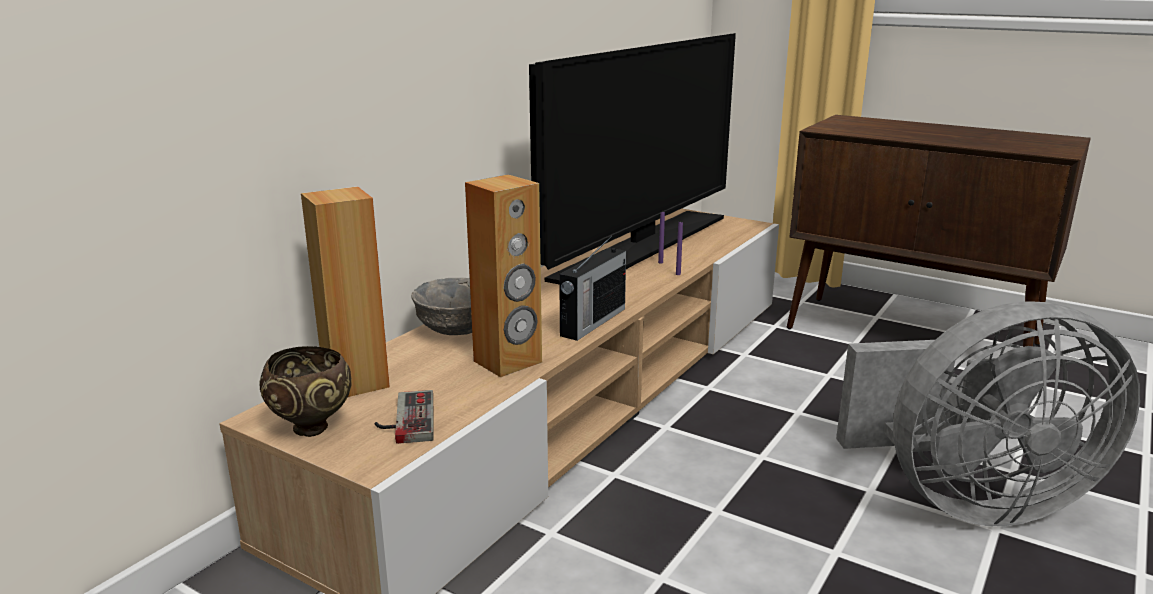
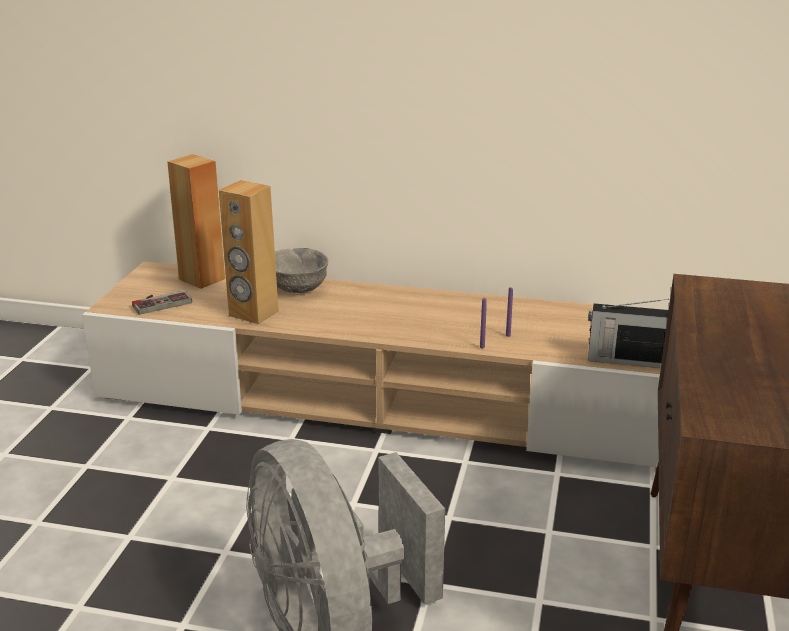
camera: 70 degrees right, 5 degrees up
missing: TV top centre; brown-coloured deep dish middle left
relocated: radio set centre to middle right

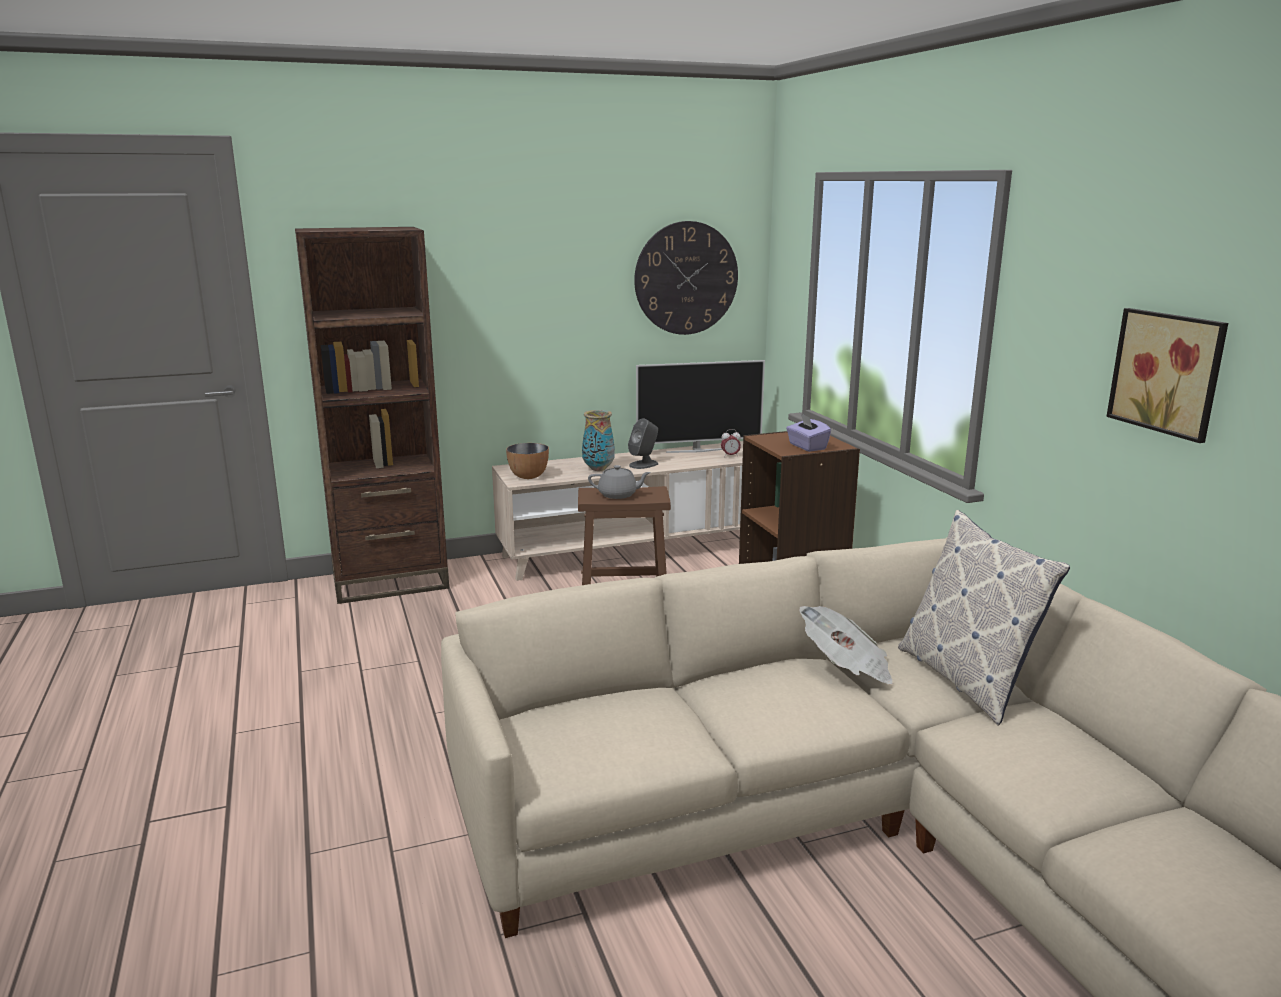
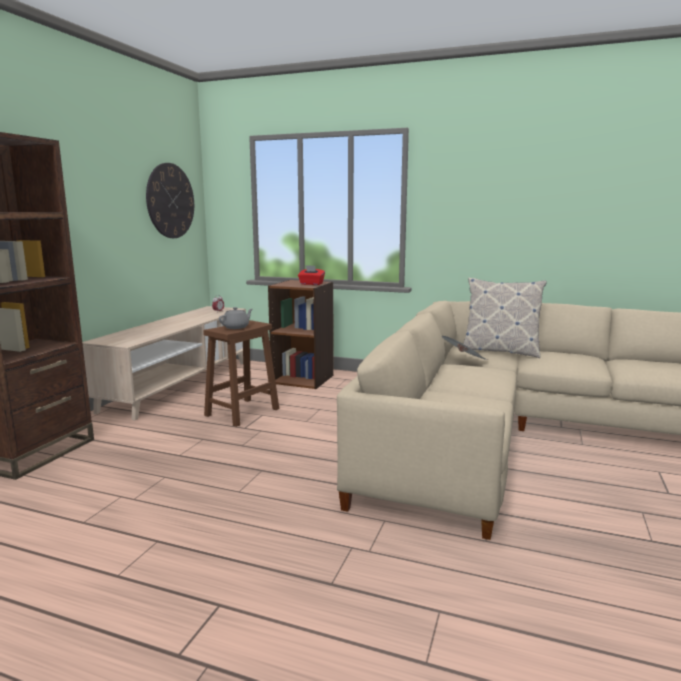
camera: 50 degrees left, 5 degrees down
missing: picture middle right; TV centre; vase centre; gray speaker centre; deep dish centre
colour: purple-coloured box of tissues centre to red-coloured box of tissues centre

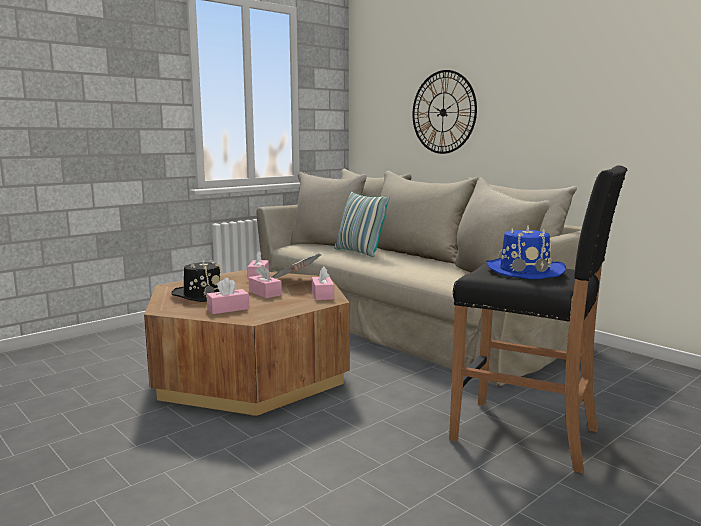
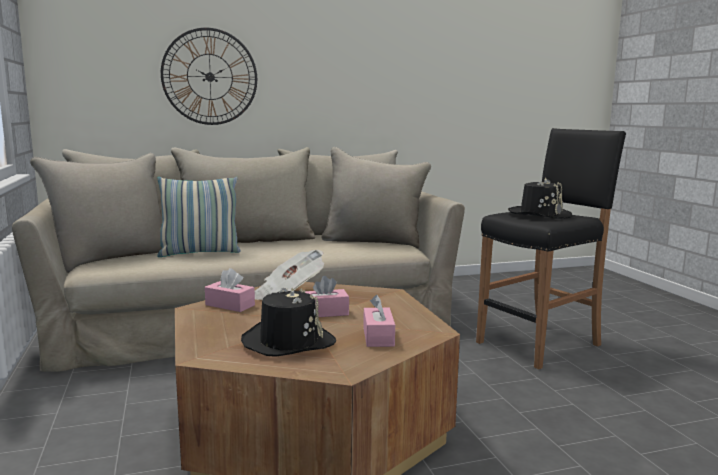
camera: 65 degrees left, 0 degrees up
missing: pink-coloured box of tissues (no. 4 from left) centre
colour: blue hat middle right to blackish hat (no. 2 from left) middle right

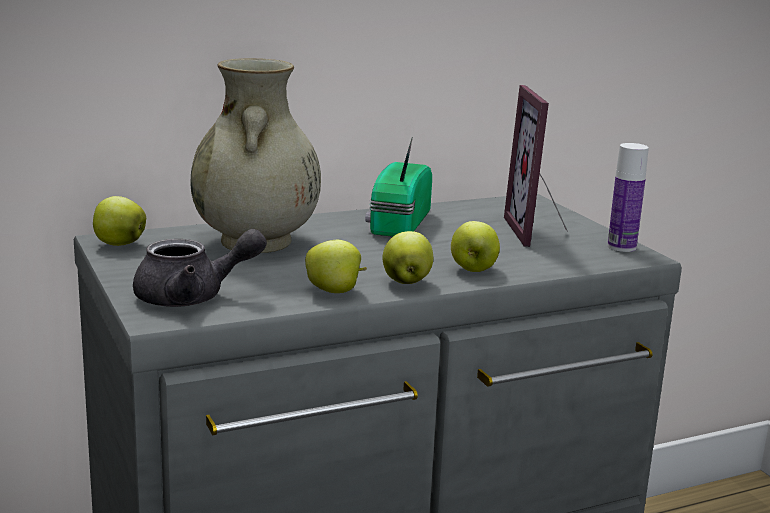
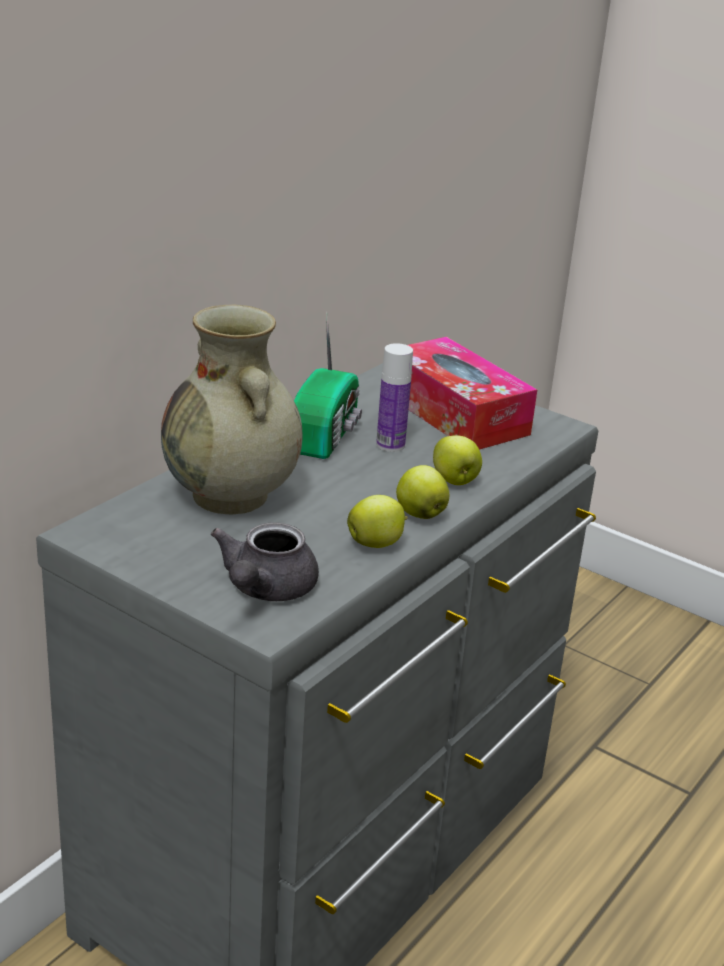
camera: 30 degrees left, 10 degrees up
missing: apple fruit (no. 1 from left) middle left
relocated: beverage bottle middle right to centre
exchanged: standing frame top right to box of tissues centre
spun: radio set centre = centre 150 degrees counterclockwise; gray teapot middle left = centre 150 degrees clockwise

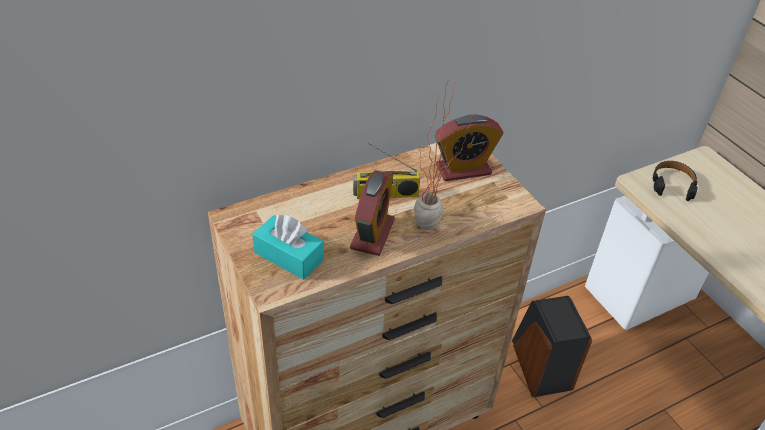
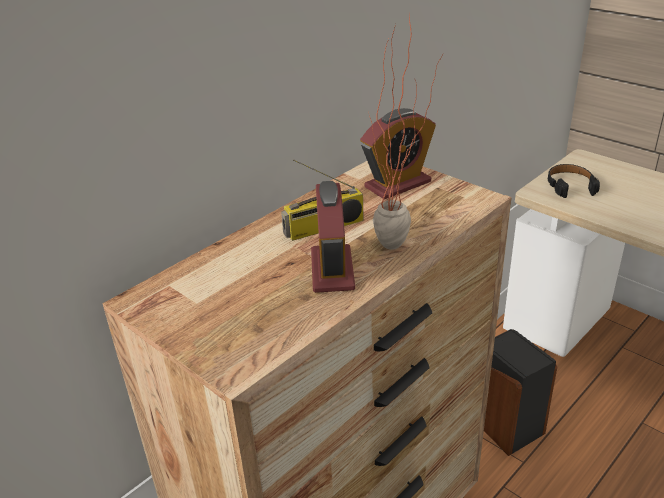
camera: 15 degrees left, 10 degrees down
missing: turquoise box of tissues centre

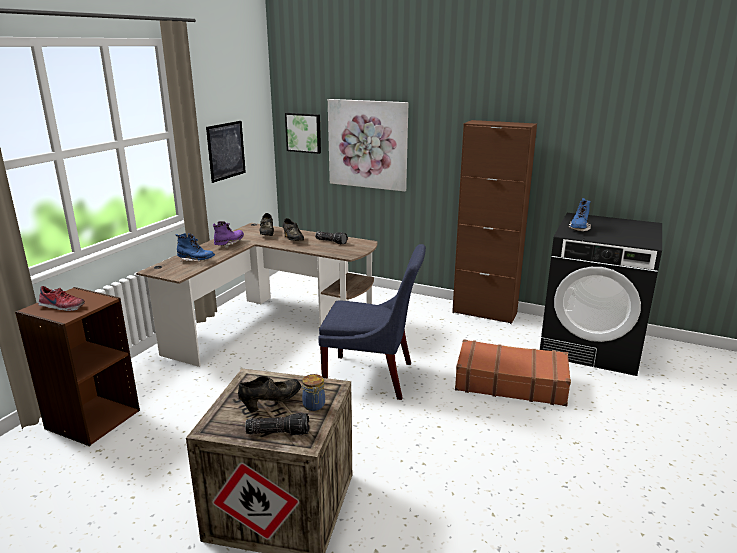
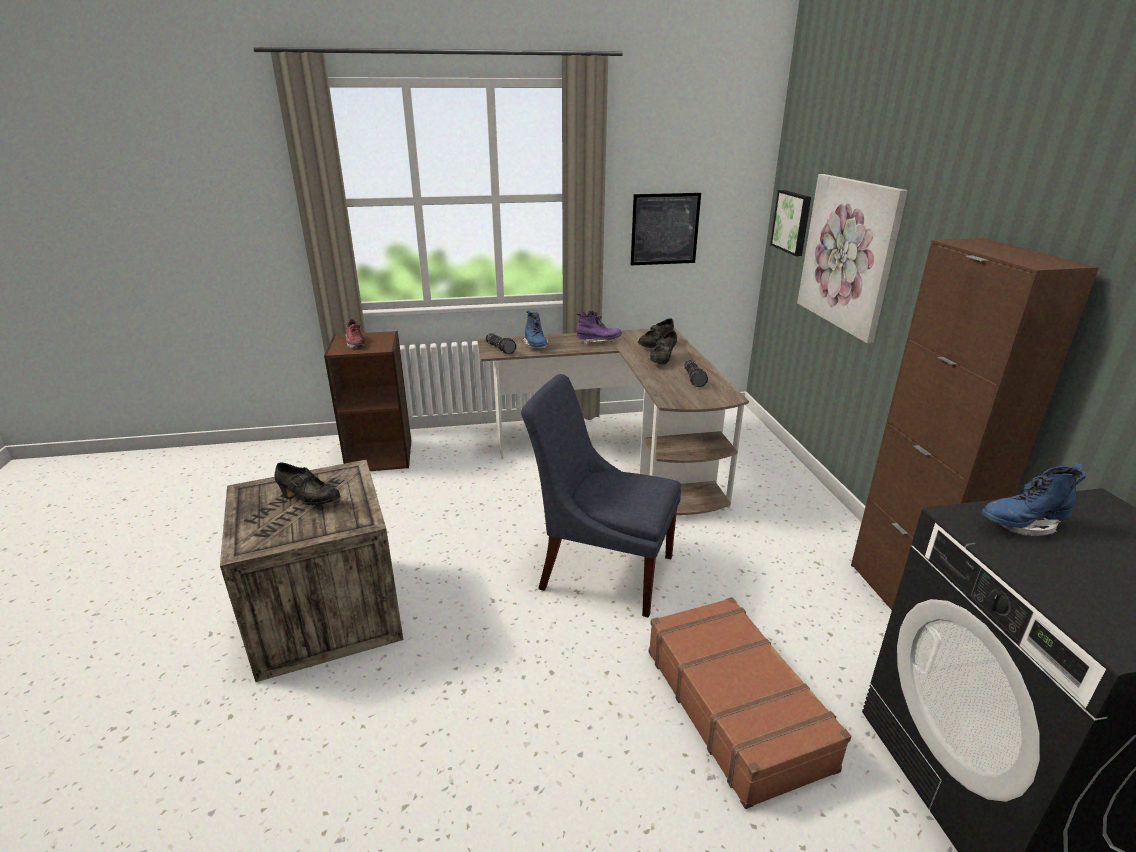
camera: 55 degrees right, 5 degrees up
missing: jar bottom centre
relocated: torch (no. 1 from left) bottom centre to centre
spun: blue chair centre = centre 135 degrees clockwise

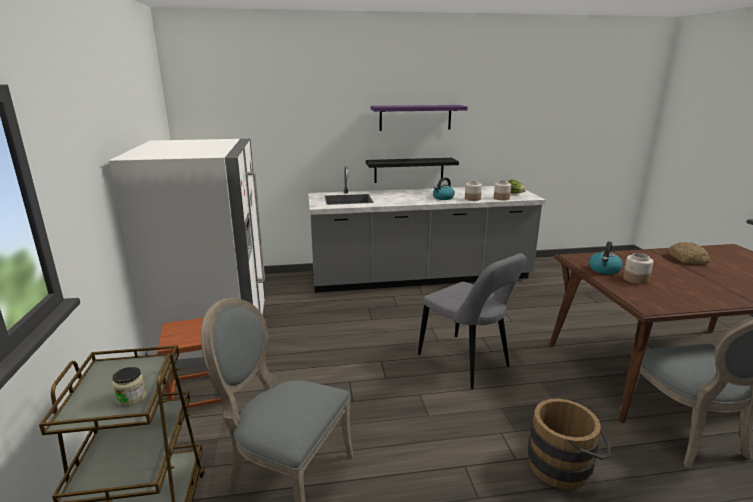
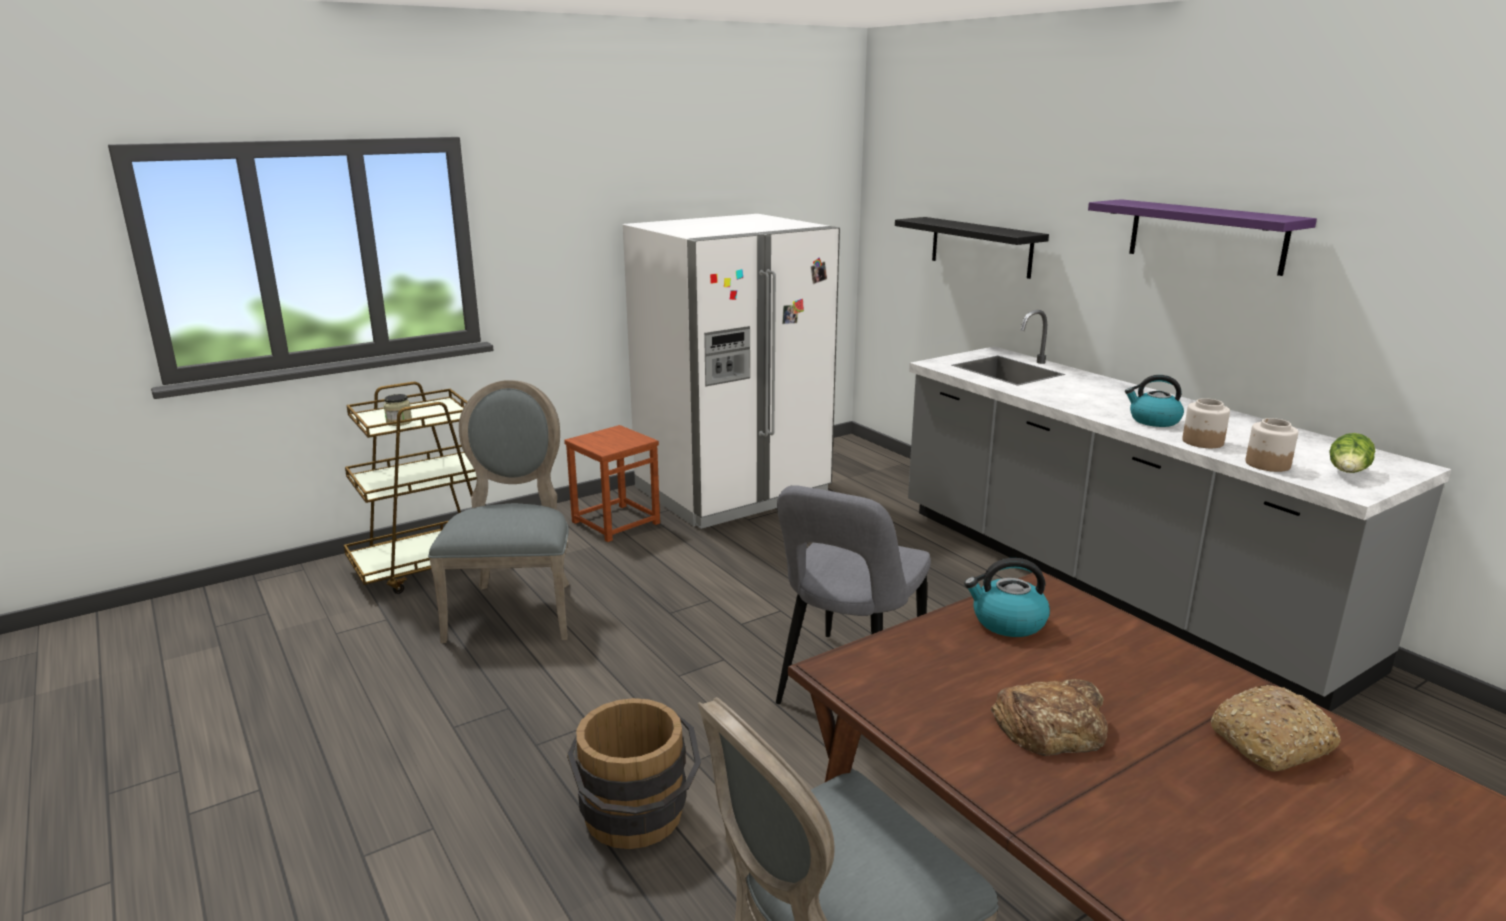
camera: 65 degrees right, 0 degrees up
missing: jar (no. 4 from left) middle right
appeared: baked bread (no. 1 from left) bottom right
relocated: blackish shelf centre to top centre

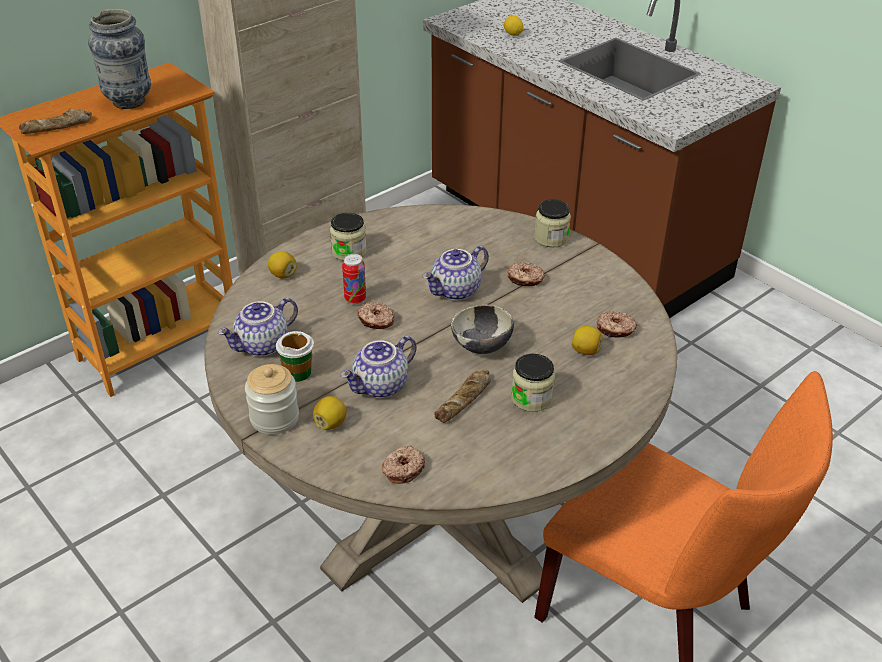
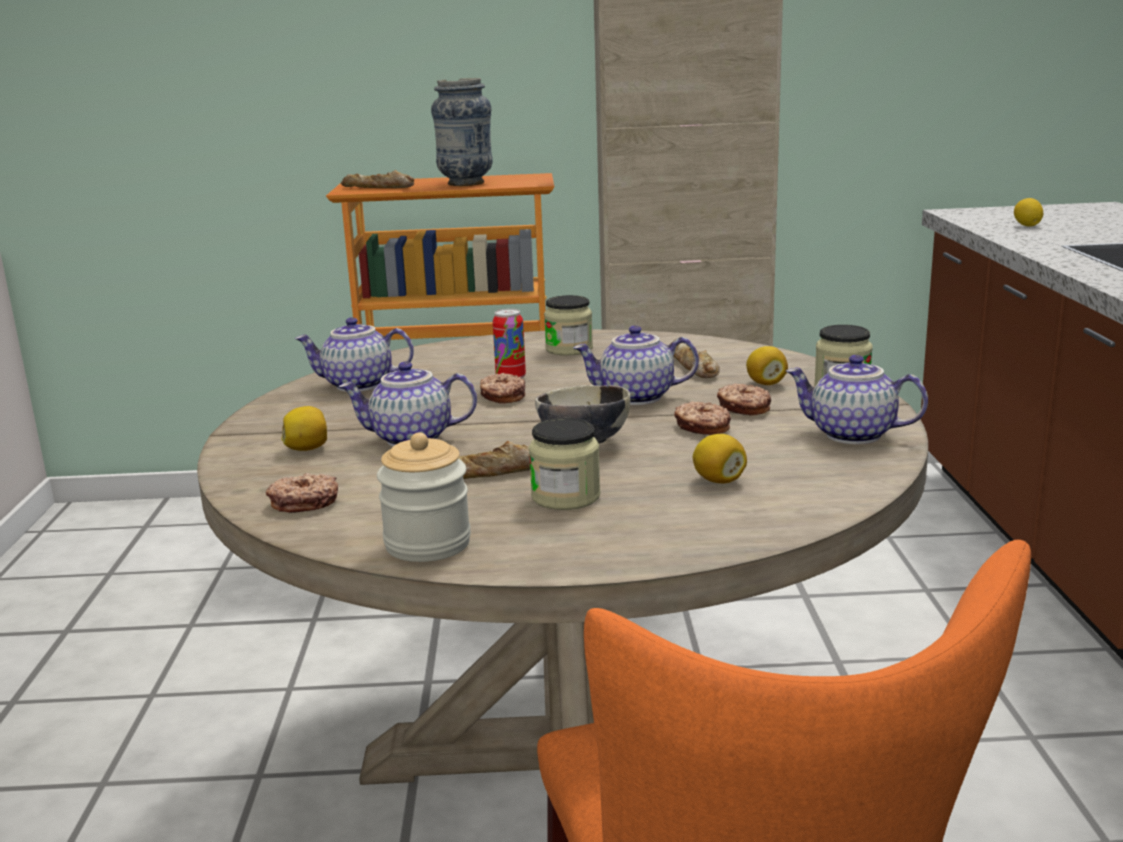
camera: 40 degrees right, 20 degrees down
missing: small cup centre
appeared: baked bread (no. 3 from left) centre; teapot (no. 4 from left) middle right
relocated: whole lemon (no. 1 from left in the first image) middle left to whole lemon (no. 3 from left) middle right; doughnut (no. 4 from left in the first image) middle right to doughnut (no. 3 from left) centre; jar (no. 1 from left) middle left to centre

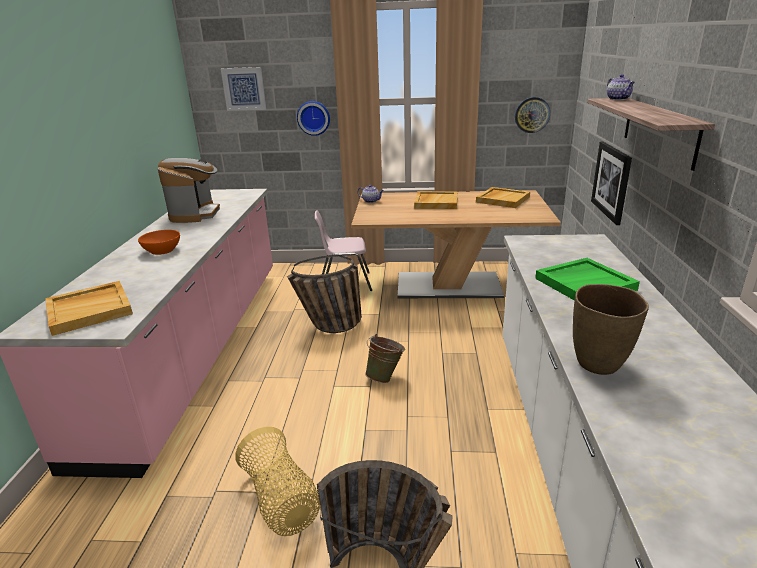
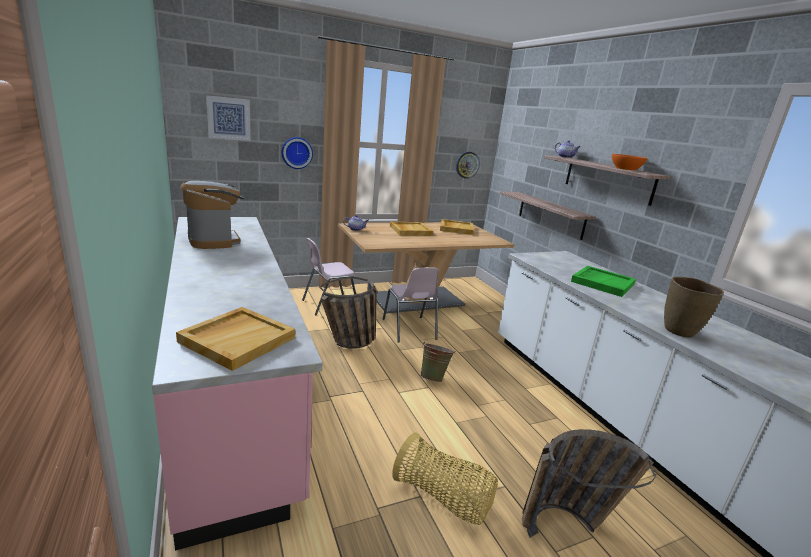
camera: 30 degrees left, 5 degrees down
appeared: pink-coloured chair (no. 2 from left) centre
relocated: orangey deep dish middle left to top right
exchanged: picture (no. 2 from left) top right to shelf (no. 1 from left) middle right

